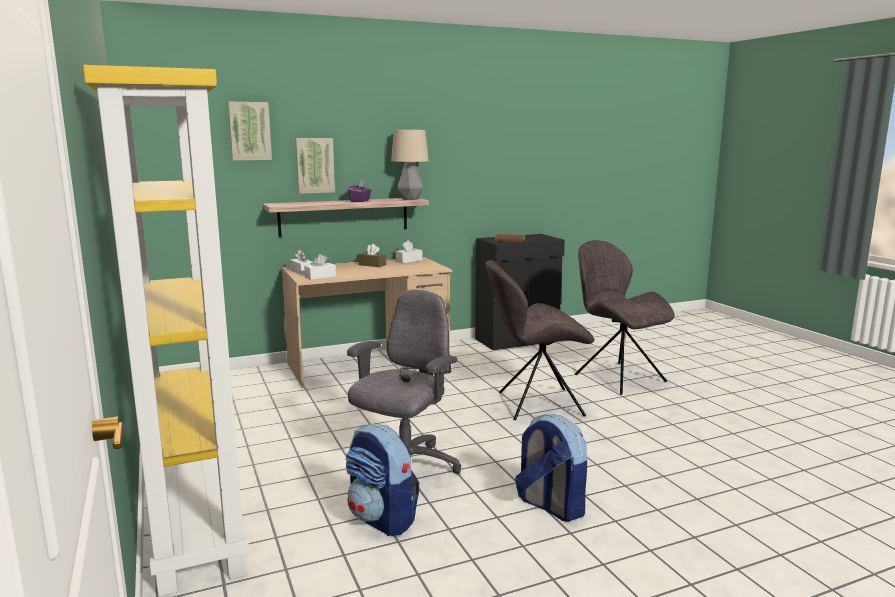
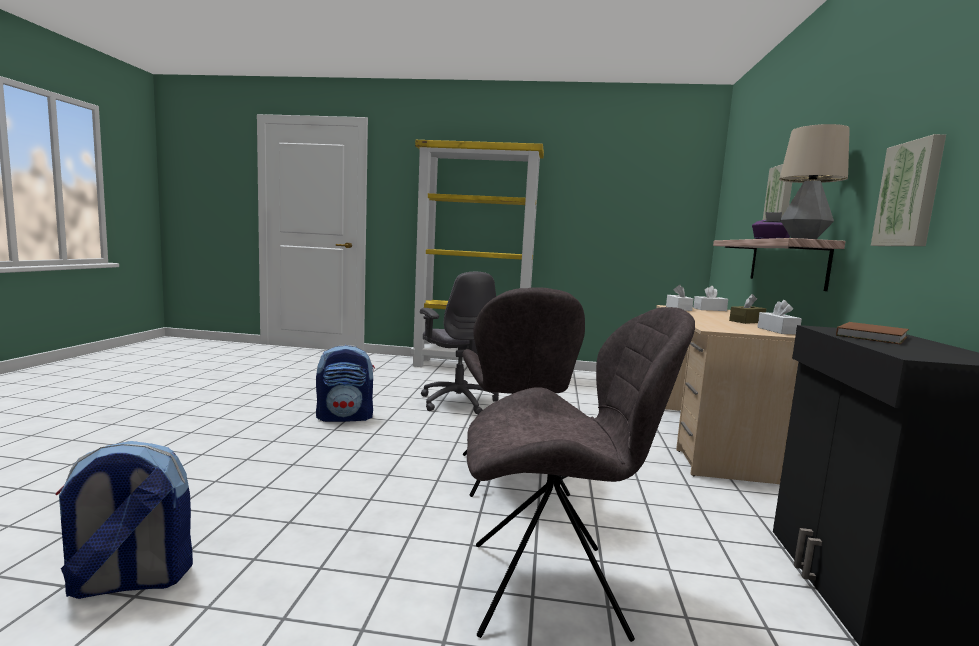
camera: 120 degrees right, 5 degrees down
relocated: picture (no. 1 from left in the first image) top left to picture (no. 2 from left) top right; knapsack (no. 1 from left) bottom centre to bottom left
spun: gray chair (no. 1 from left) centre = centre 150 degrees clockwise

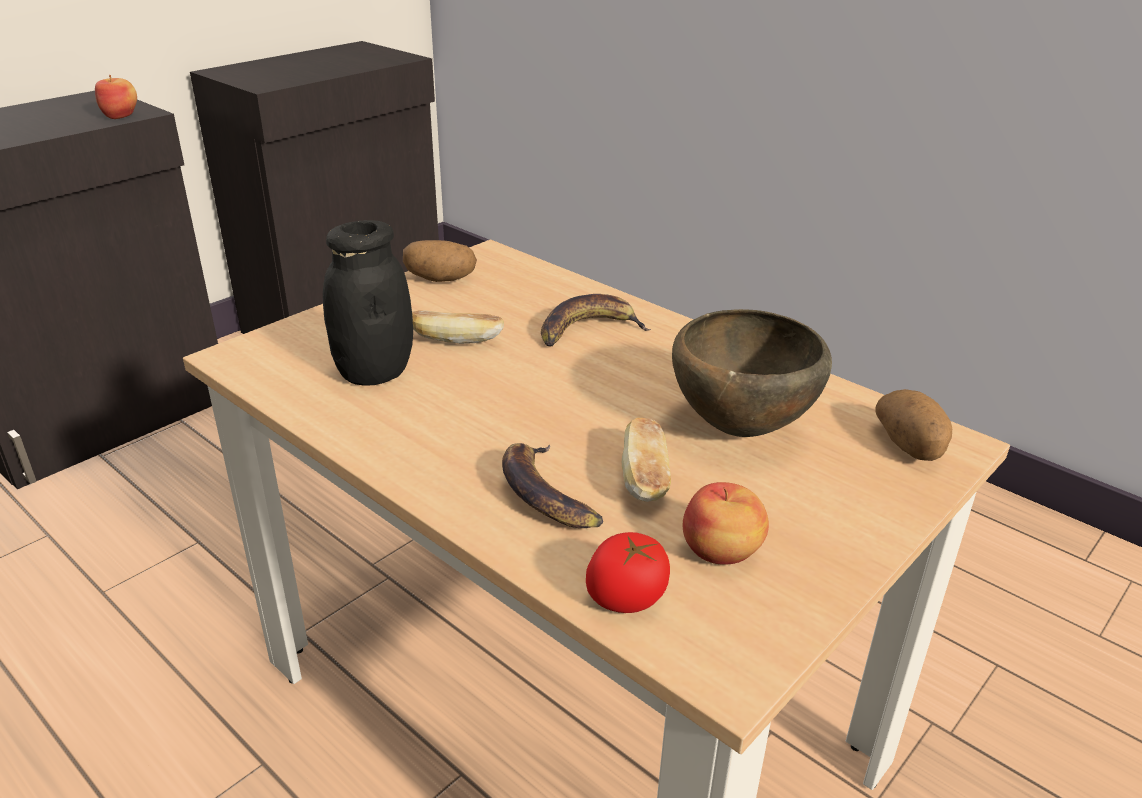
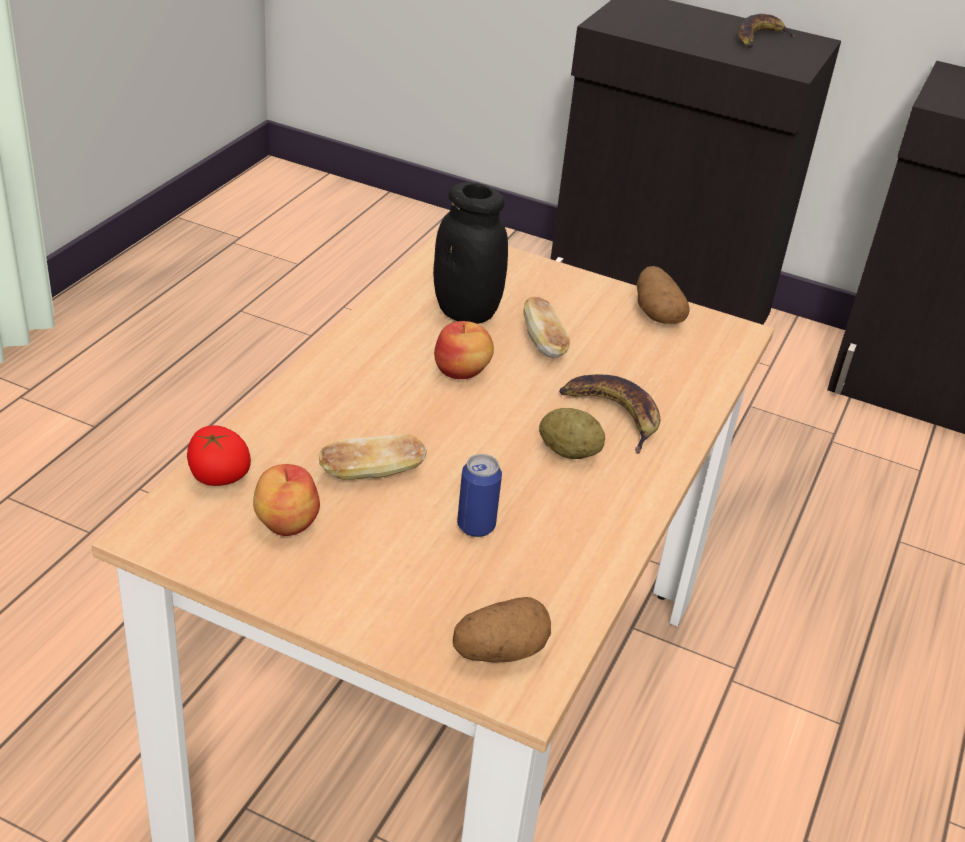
camera: 70 degrees right, 5 degrees up
appeared: spud (no. 2 from left) centre
relocated: apple fruit (no. 1 from left in the first image) top left to apple fruit (no. 2 from left) centre; banana fruit (no. 1 from left in the first image) centre to banana fruit (no. 2 from left) top right
exchanged: brown-coloured deep dish centre to metal can centre

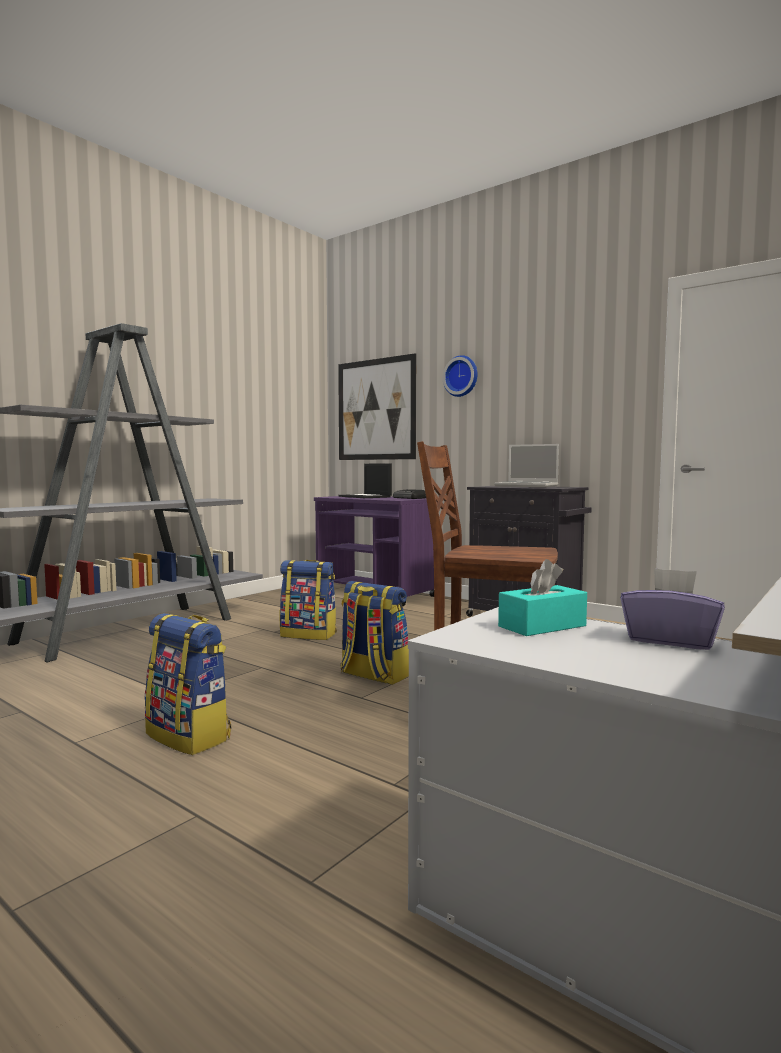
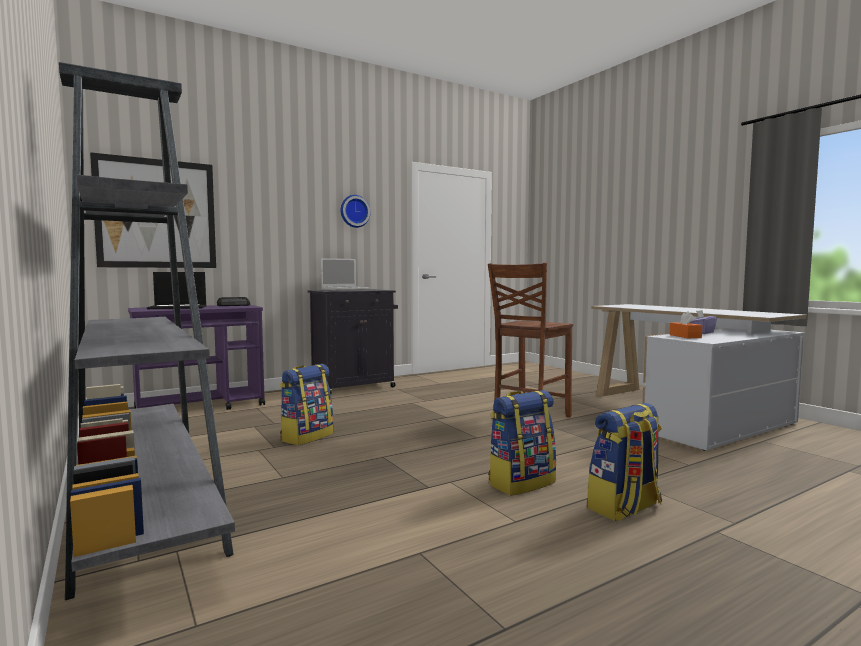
camera: 70 degrees left, 0 degrees up
relocated: wall clock centre to top centre; knapsack (no. 3 from left) centre to bottom right
colour: turquoise box of tissues middle right to orangey box of tissues middle right

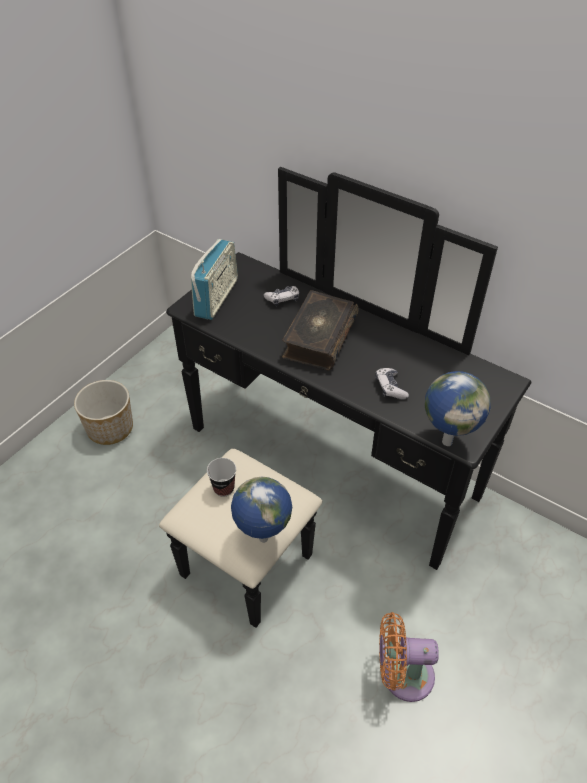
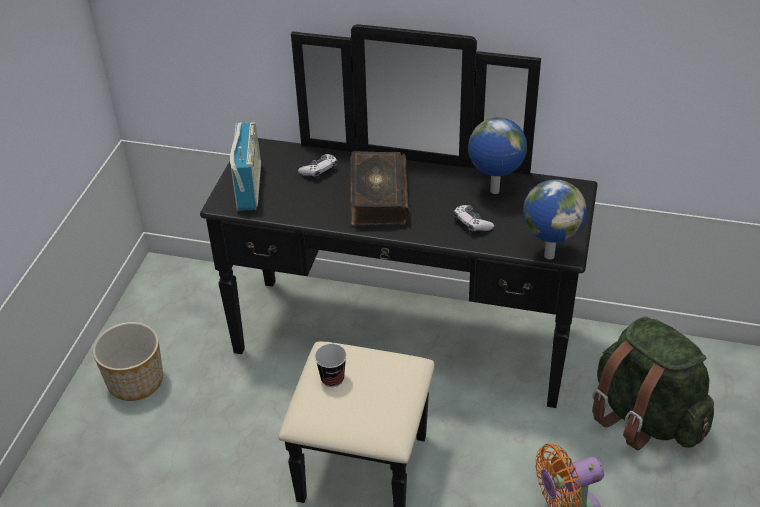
camera: 20 degrees left, 5 degrees down
appeared: green-coloured knapsack bottom right
relocated: world globe (no. 1 from left) centre to top centre

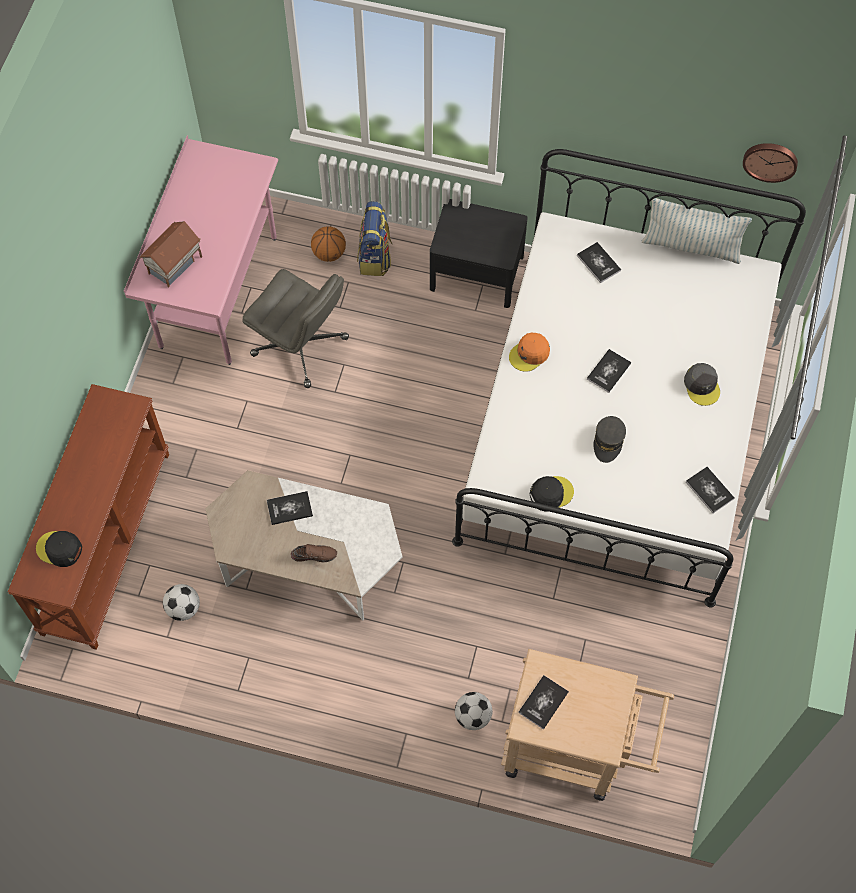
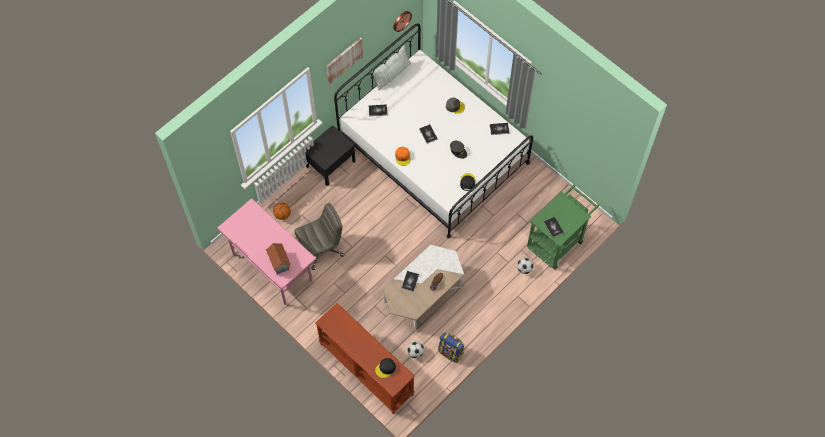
camera: 60 degrees left, 0 degrees up
appeared: picture top centre
relocated: knapsack top centre to bottom centre
colour: sand-coloured trolley bottom right to green-coloured trolley middle right

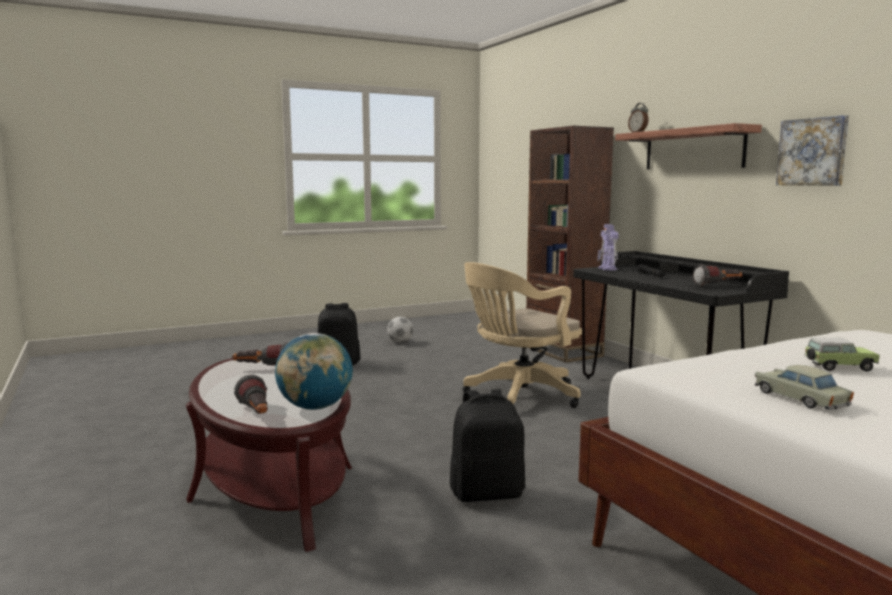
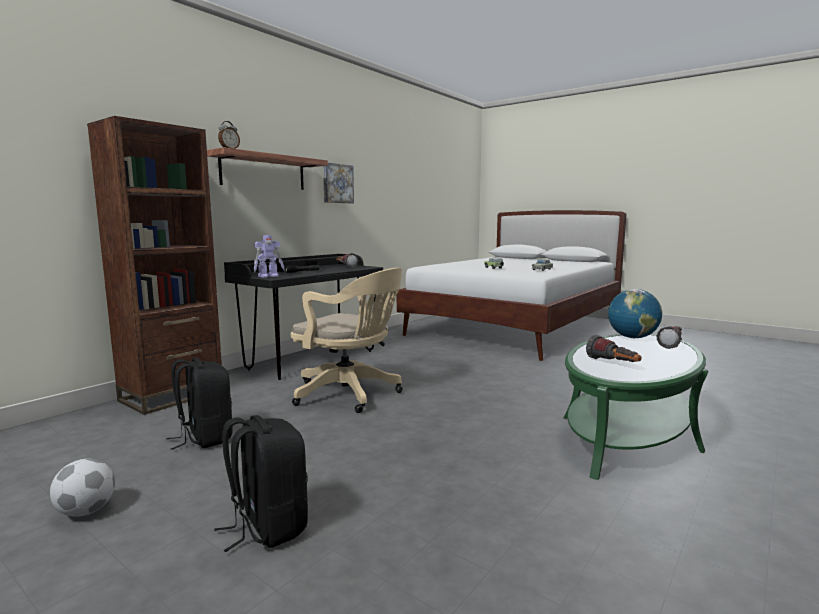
camera: 115 degrees left, 0 degrees up
relocated: blackish knapsack (no. 2 from left in the first image) bottom centre to blackish knapsack (no. 1 from left) middle left
colour: brown-coloured lounge table bottom left to green-coloured lounge table middle right

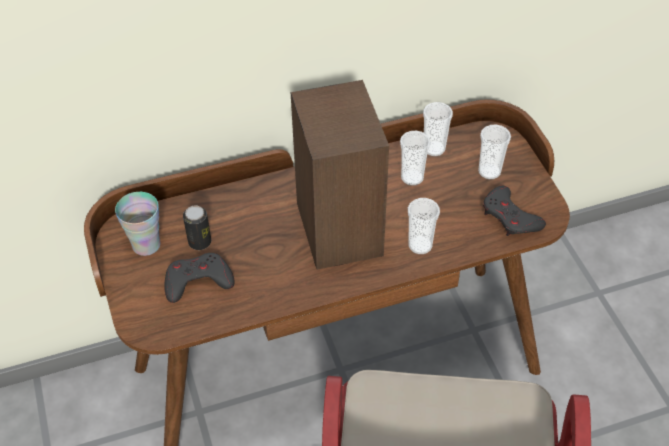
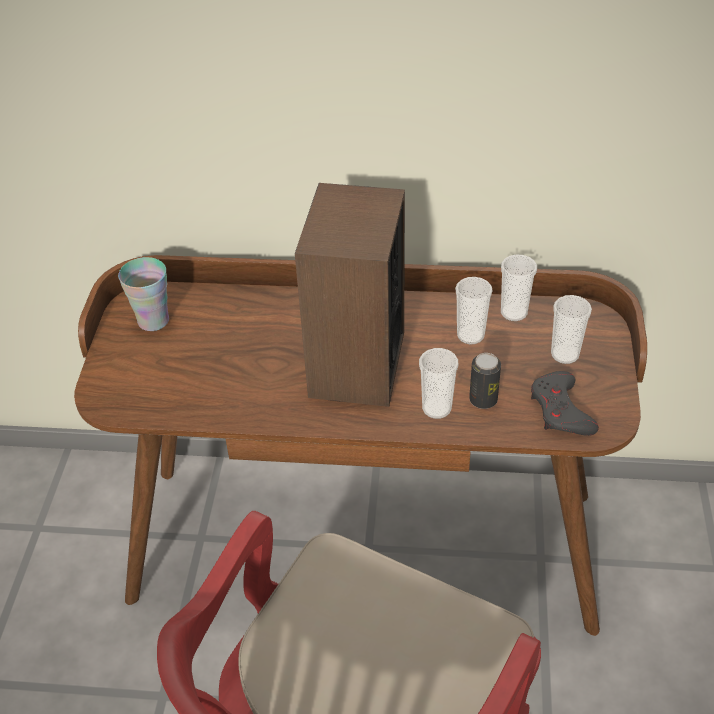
camera: 25 degrees right, 5 degrees down
missing: gray joypad (no. 1 from left) middle left
relocated: metal can middle left to middle right

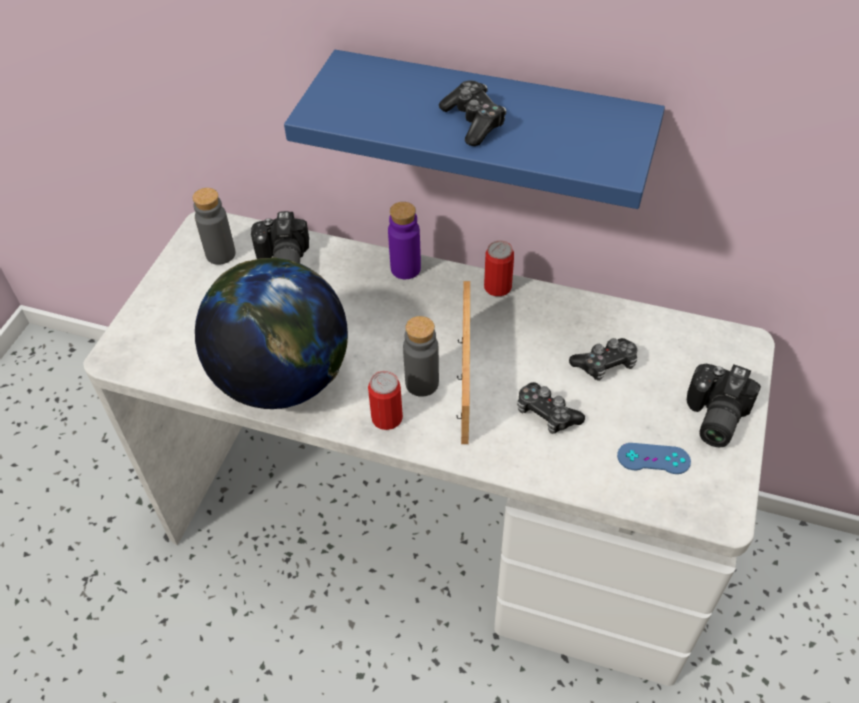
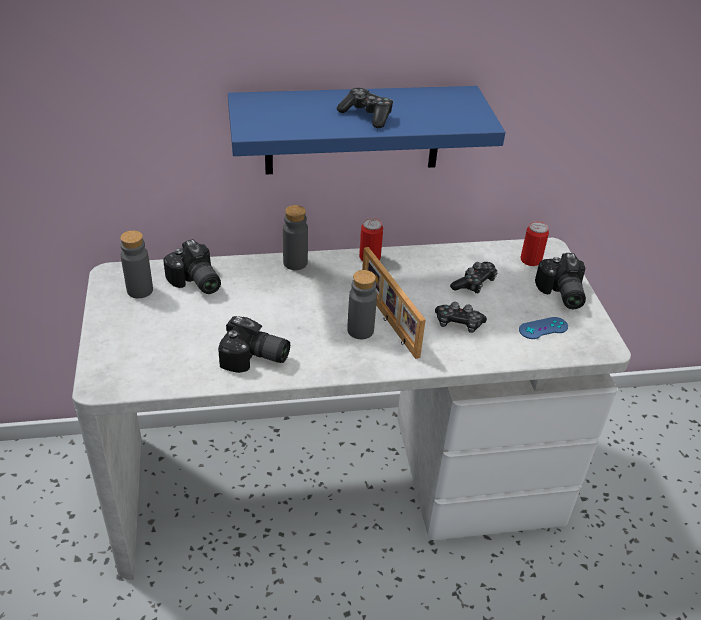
camera: 30 degrees left, 10 degrees down
relocated: metal can (no. 1 from left in the first image) centre to metal can (no. 2 from left) middle right
exchanged: world globe middle left to still camera (no. 2 from left) centre
colour: purple-coloured beverage bottle centre to gray beverage bottle (no. 2 from left) centre

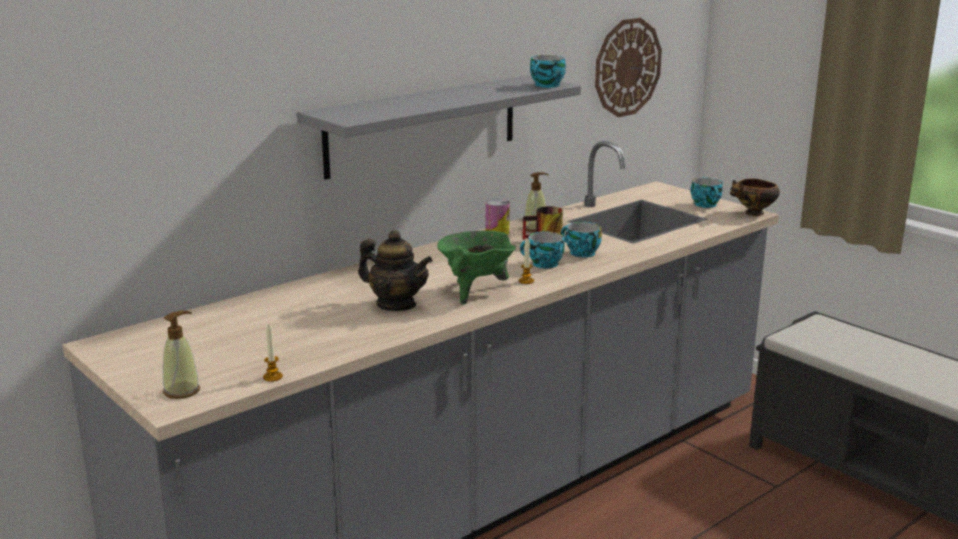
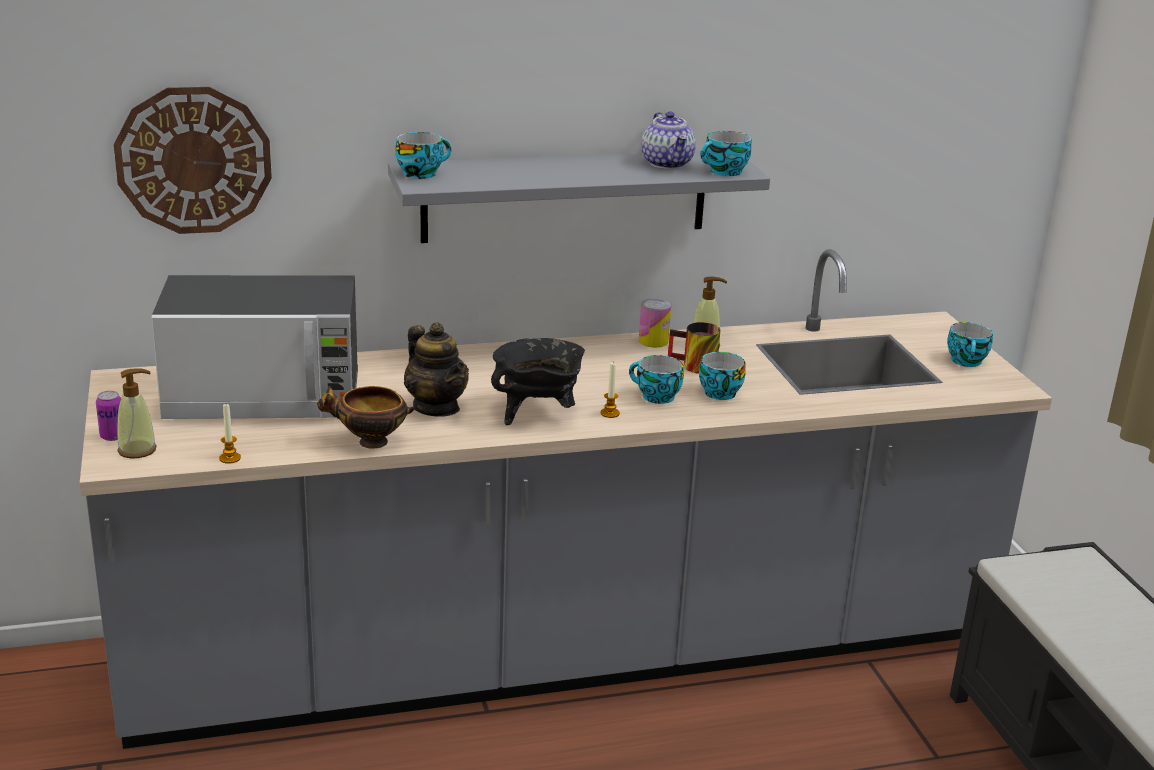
camera: 25 degrees right, 5 degrees up
appeared: teapot (no. 2 from left) top centre; small cup (no. 1 from left) top centre; kitchen microwave middle left; metal can (no. 1 from left) middle left
relocated: wall clock top centre to top left; deep dish middle right to middle left
colour: green-coloured cooking pot centre to blackish cooking pot centre

